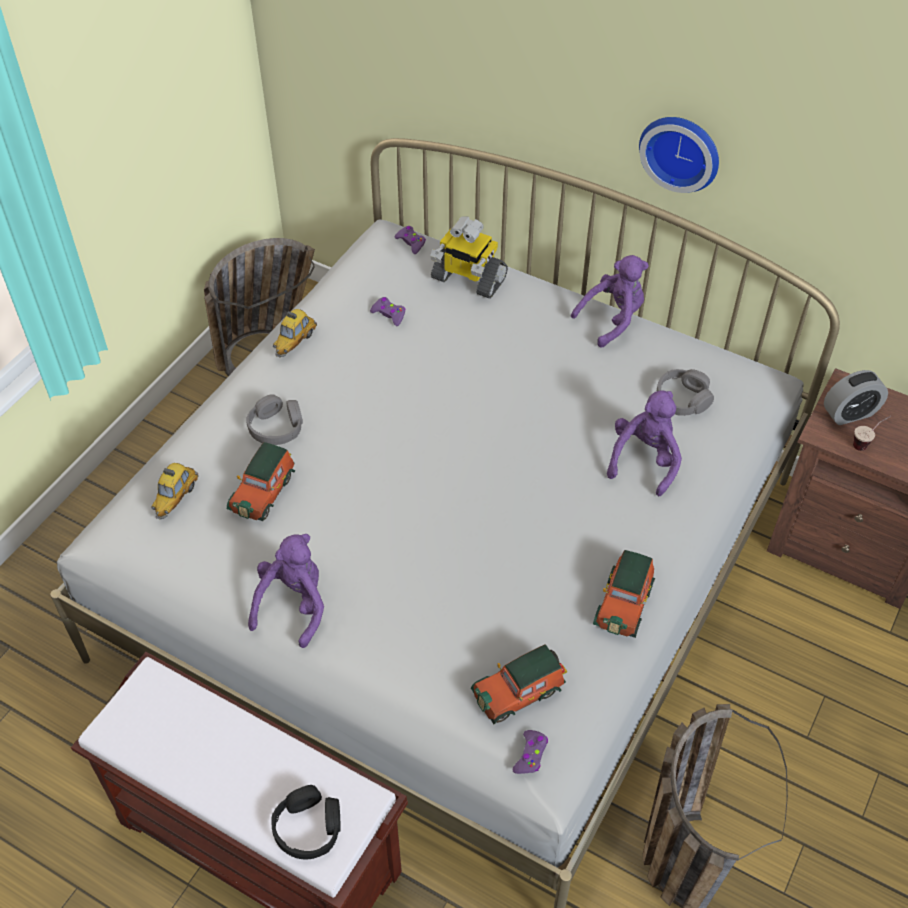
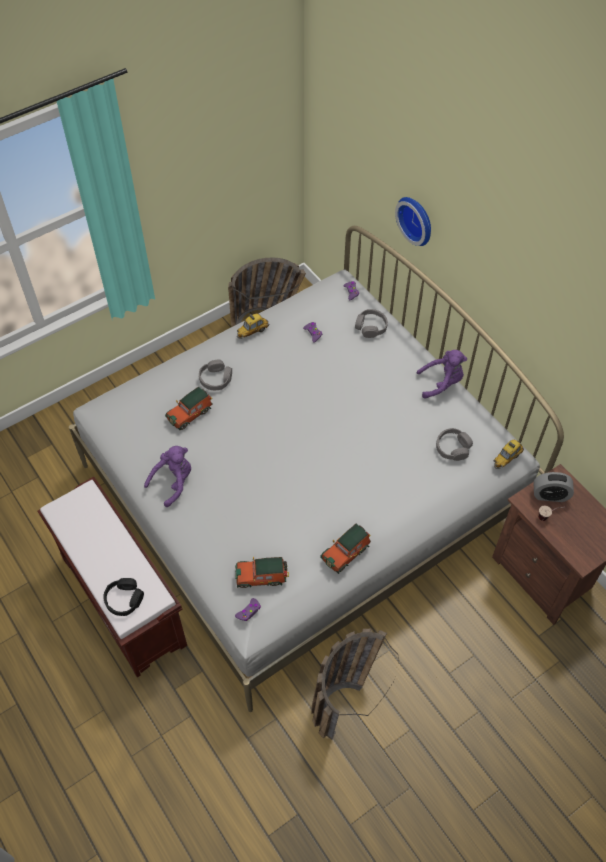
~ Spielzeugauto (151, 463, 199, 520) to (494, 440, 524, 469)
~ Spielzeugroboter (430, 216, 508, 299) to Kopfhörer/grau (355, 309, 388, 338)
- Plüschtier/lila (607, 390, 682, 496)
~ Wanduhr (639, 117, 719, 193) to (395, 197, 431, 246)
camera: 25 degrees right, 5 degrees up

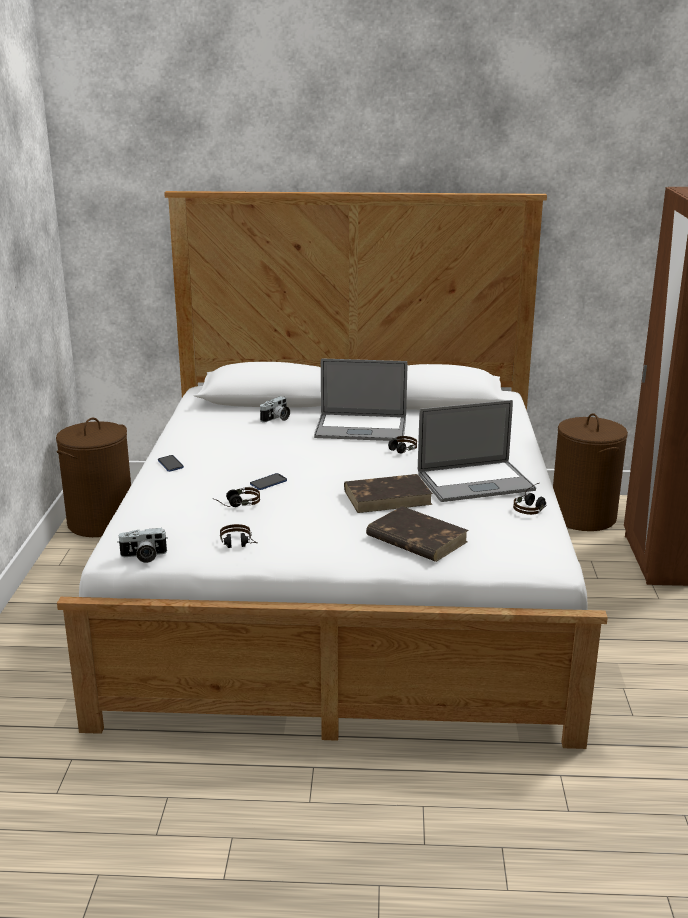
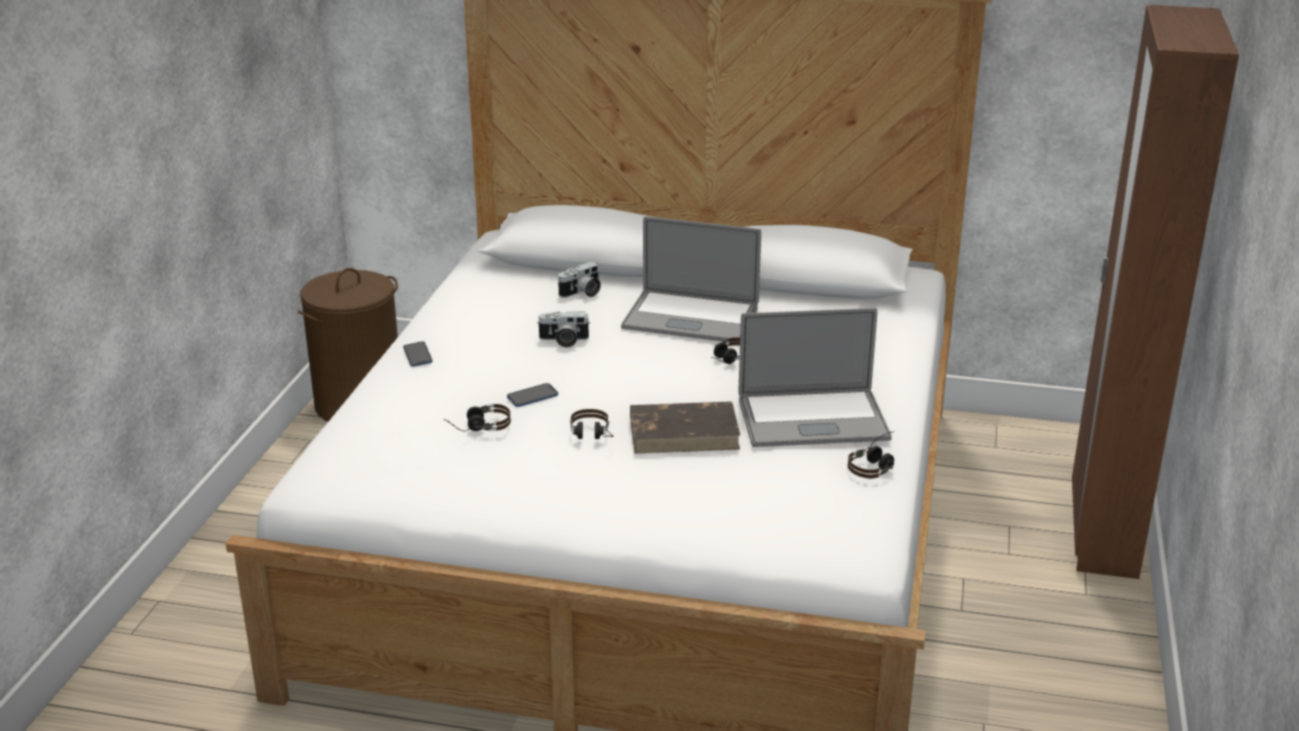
~ Kamera (117, 528, 168, 563) to (537, 311, 590, 348)
~ Kopfhörer (220, 524, 257, 548) to (570, 409, 614, 439)
- Buch/braun (366, 506, 469, 562)
- Wäschekorb/braun (553, 413, 628, 531)
camera: 10 degrees right, 5 degrees up

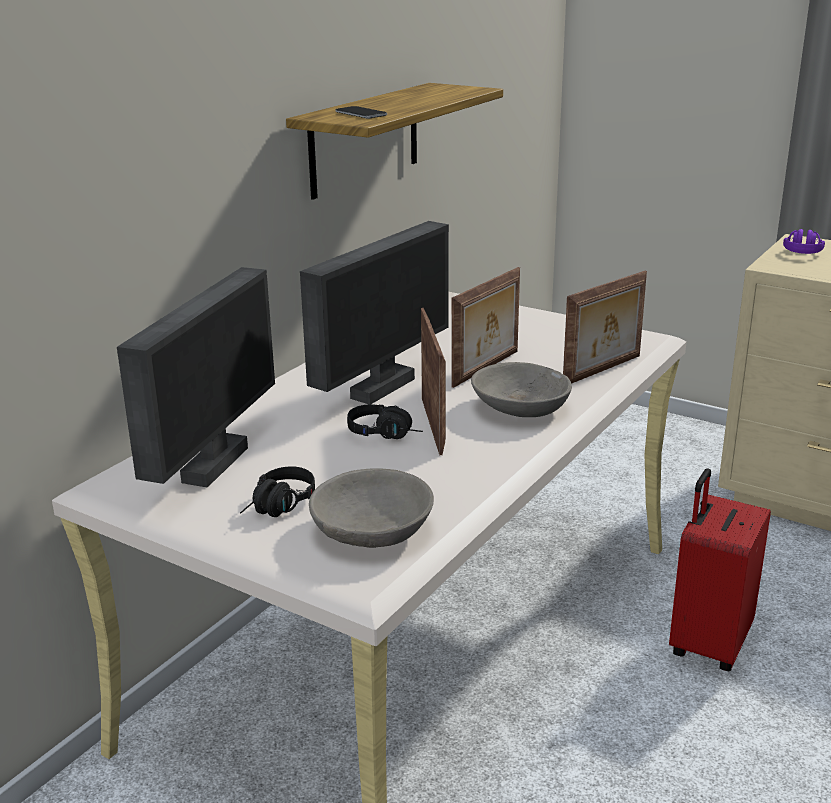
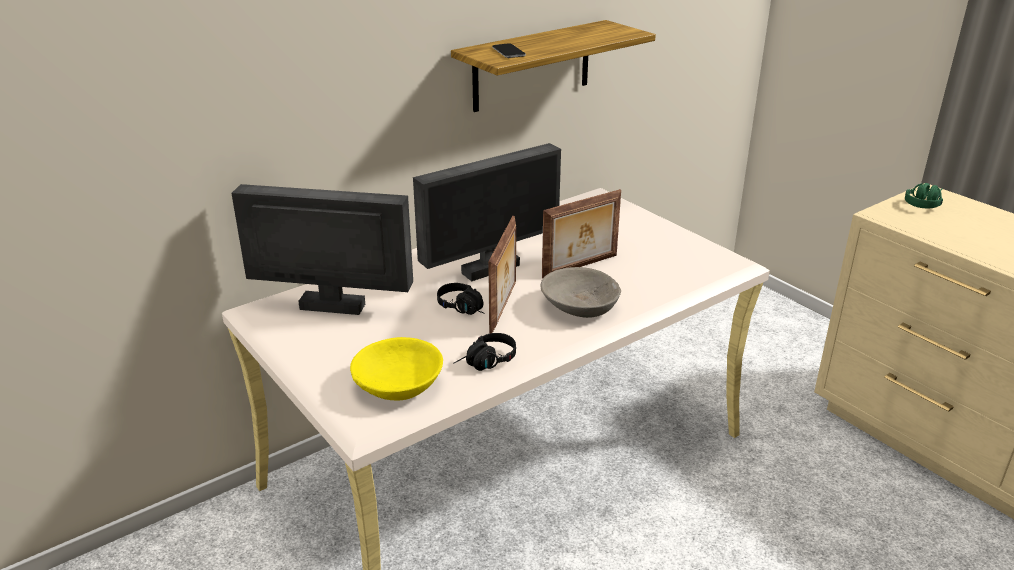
~ Monitor (117, 267, 275, 488) = (231, 184, 413, 315) 120 degrees counterclockwise
~ Kopfhörer/schwarz (240, 466, 315, 517) to (453, 333, 516, 371)
~ Schüssel/grau (309, 468, 434, 548) to Schüssel/gelb (350, 337, 443, 400)
- Bilderrahmen (563, 271, 647, 384)
- Koffer/rot (669, 469, 771, 671)
~ Kopfhörer/lila (783, 229, 825, 254) to Kopfhörer/grün (905, 183, 943, 208)
camera: 20 degrees right, 5 degrees up

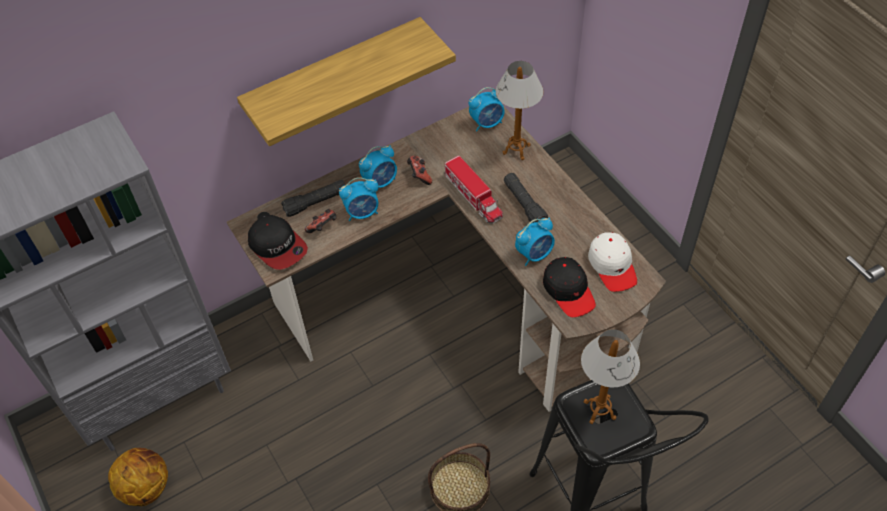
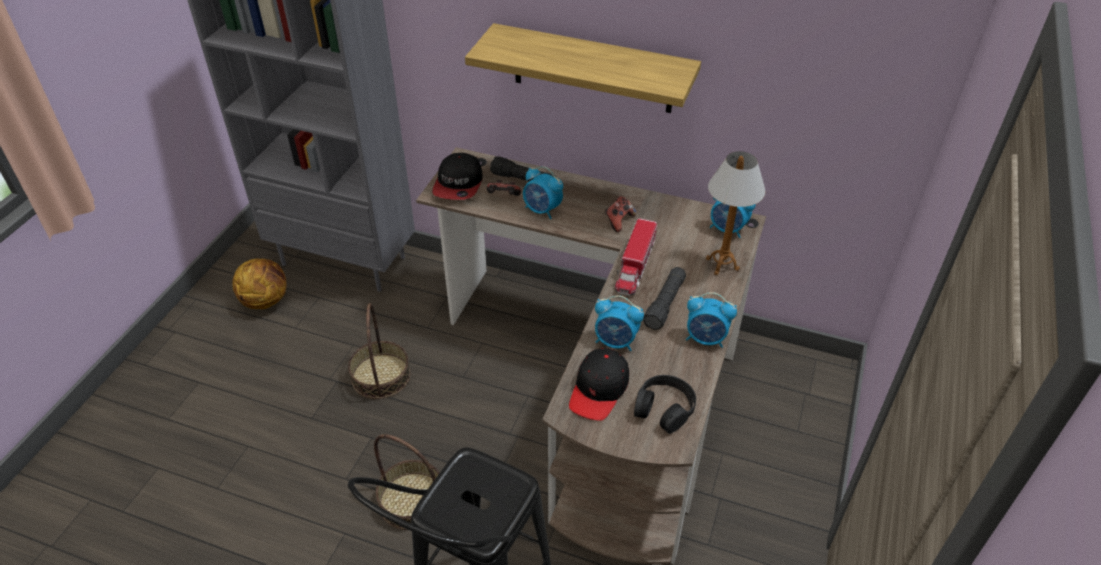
~ Wecker (359, 145, 397, 188) to (686, 292, 737, 348)
- Tischlampe (581, 329, 640, 424)
~ Kappe/weiß (588, 232, 637, 292) to Kopfhörer/schwarz (634, 375, 696, 434)
+ Korb (348, 303, 410, 399)
camera: 50 degrees right, 10 degrees down

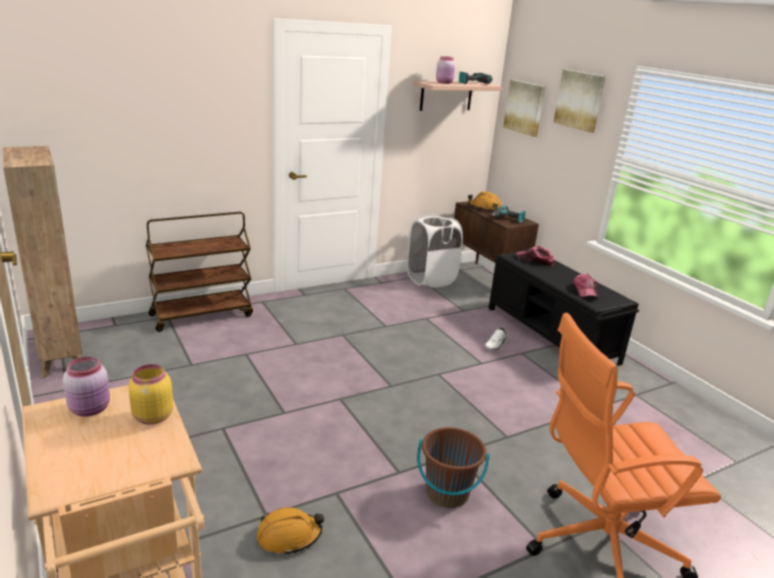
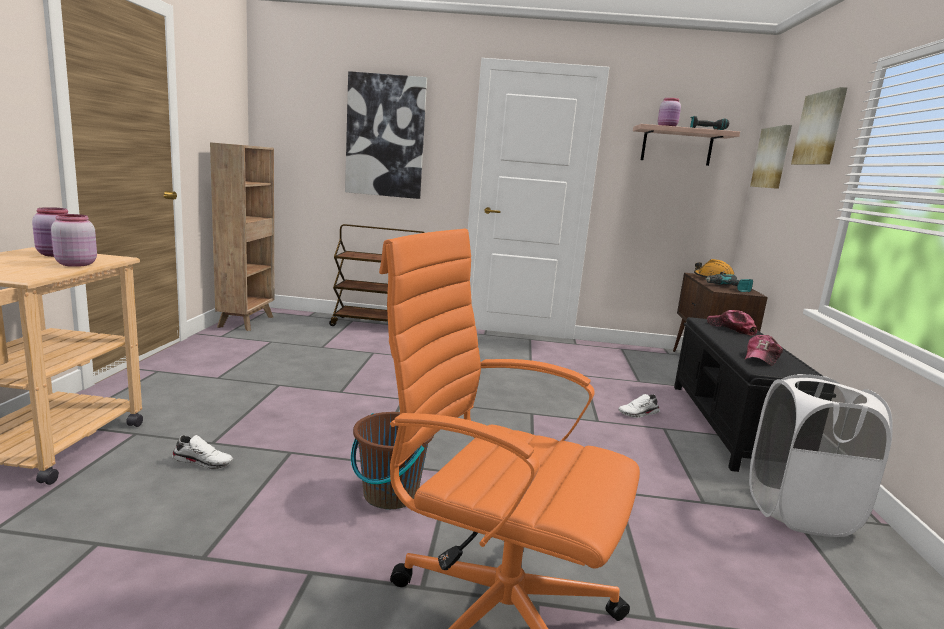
~ Vorratsglas/gelb (128, 364, 173, 425) to Vorratsglas/rosa (51, 214, 97, 267)
~ Schutzhelm/orange (257, 507, 324, 556) to Schuh/weiß (172, 435, 233, 469)
~ Wäschekorb/weiß (407, 214, 463, 288) to (749, 374, 893, 537)
+ Bild (345, 71, 427, 199)
camera: 35 degrees right, 10 degrees down

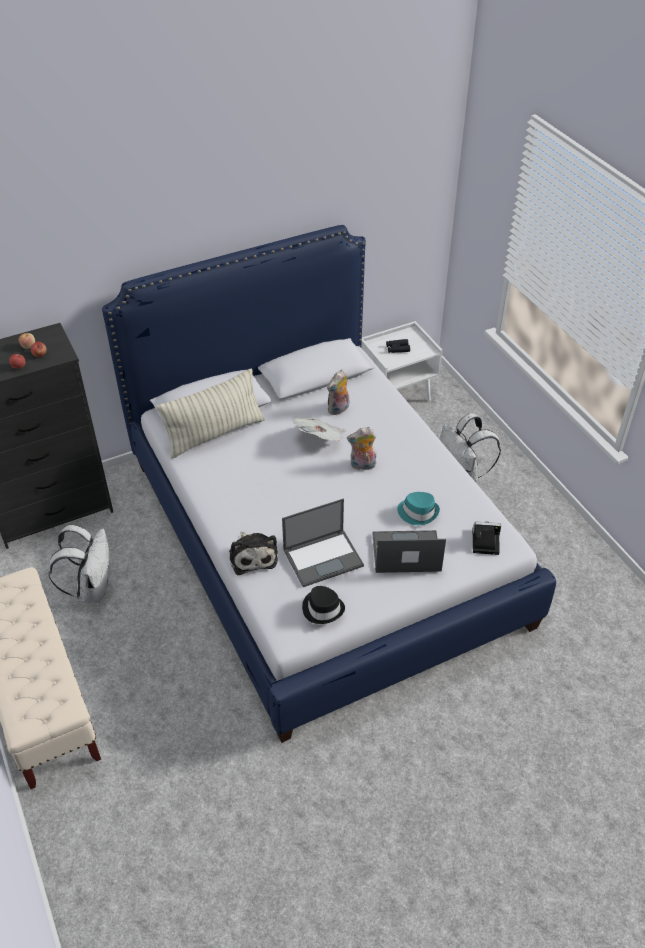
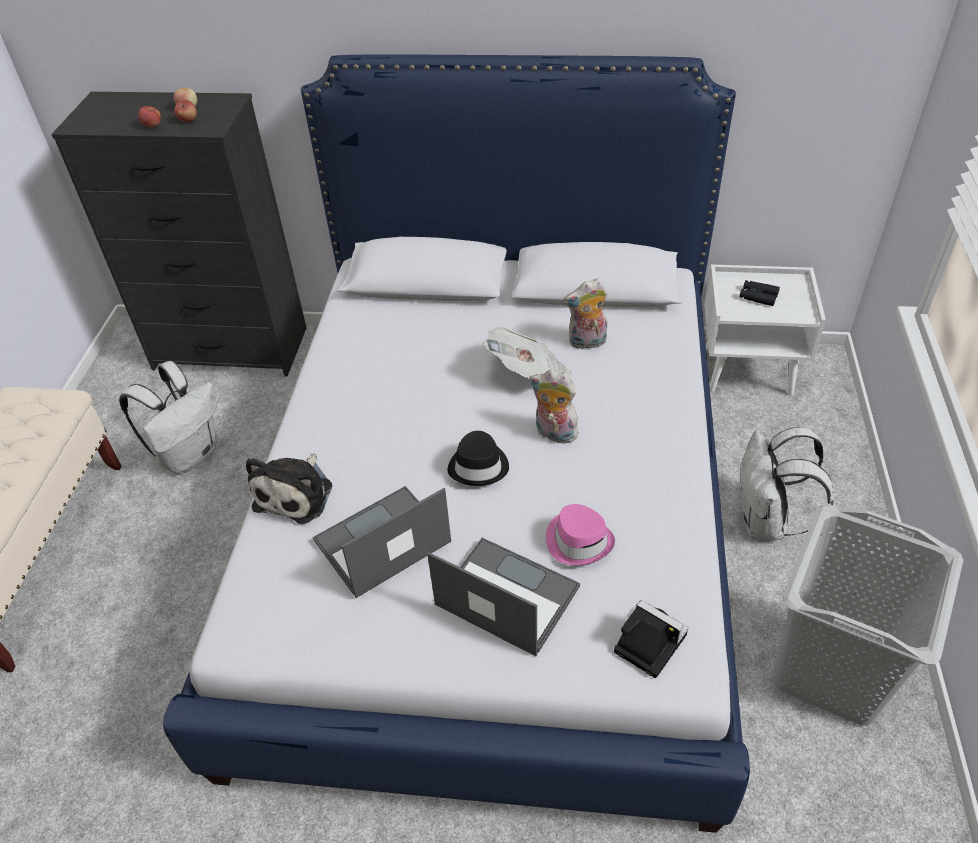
- Kissen (157, 368, 265, 459)
~ Laptop (282, 499, 364, 587) = (313, 486, 451, 598) 135 degrees clockwise
~ Hut/schwarz (302, 586, 345, 624) to (448, 431, 509, 486)
~ Hut/türkis (397, 492, 440, 525) to Hut/rosa (546, 504, 615, 566)
+ Wäschekorb/grau (772, 504, 963, 726)
camera: 35 degrees right, 0 degrees up

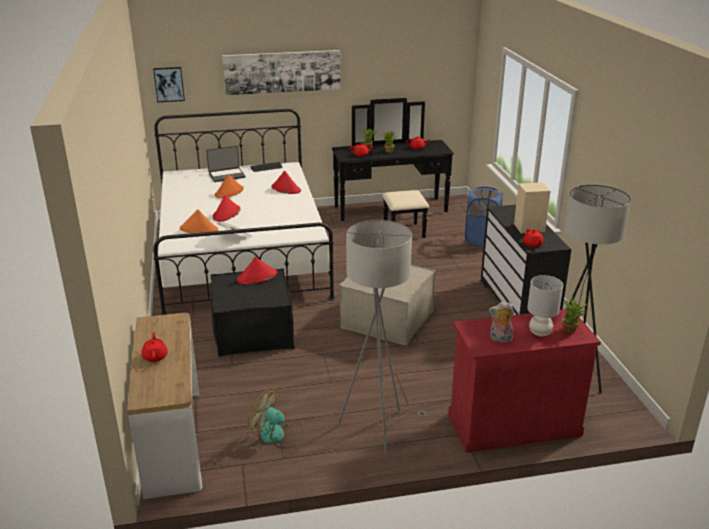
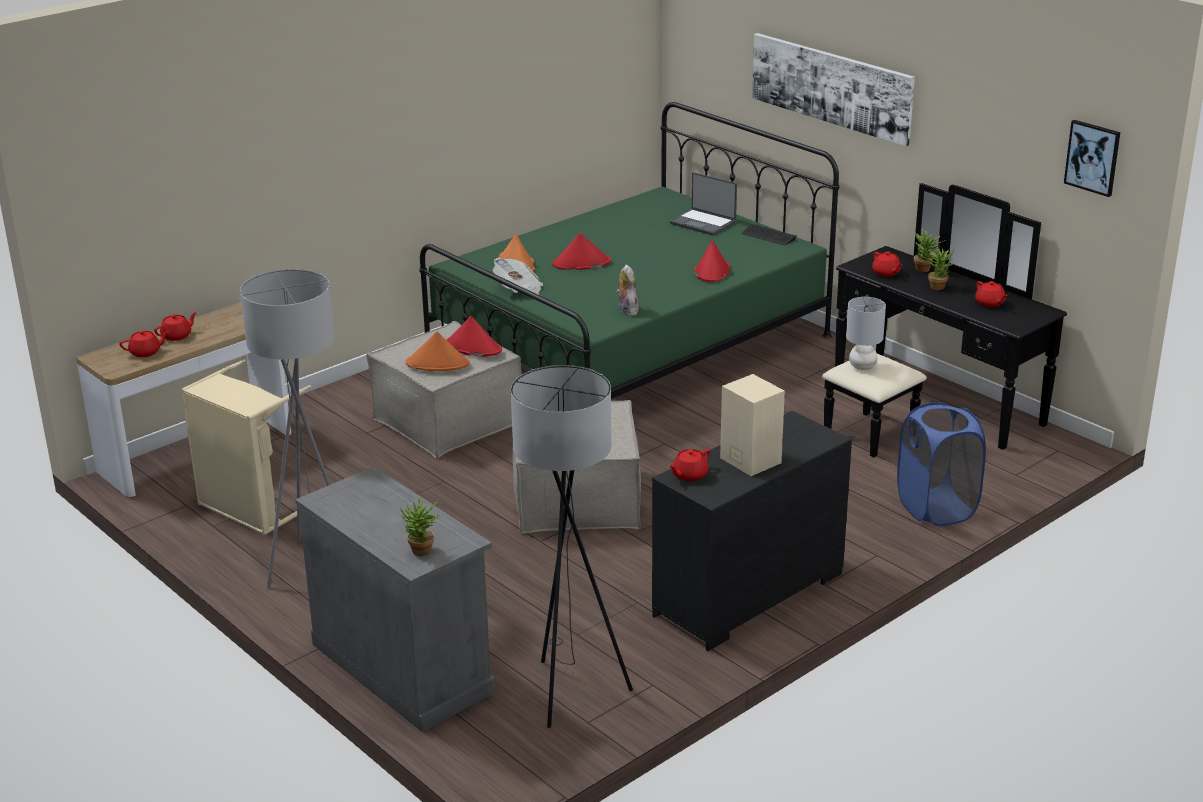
~ Bild (153, 67, 185, 102) to (1064, 120, 1120, 197)
~ Bett/weiß (153, 109, 336, 315) to Bett/grün (419, 102, 839, 399)
~ Polsterhocker/schwarz (211, 269, 295, 357) to Polsterhocker/beige (366, 321, 522, 458)
~ Hut/orange (215, 174, 244, 198) to (406, 331, 470, 371)
~ Ventilator (248, 390, 303, 449) to Wäschekorb/beige (181, 359, 311, 535)
~ Schrank/rot (448, 309, 601, 453) to Schrank/grau (295, 467, 495, 732)
~ Plüschtier (489, 302, 514, 343) to (616, 264, 639, 316)
~ Tischlampe/grau (527, 275, 563, 336) to (846, 297, 886, 370)
+ Teekanne/rot (119, 330, 169, 357)
camera: 60 degrees right, 0 degrees up

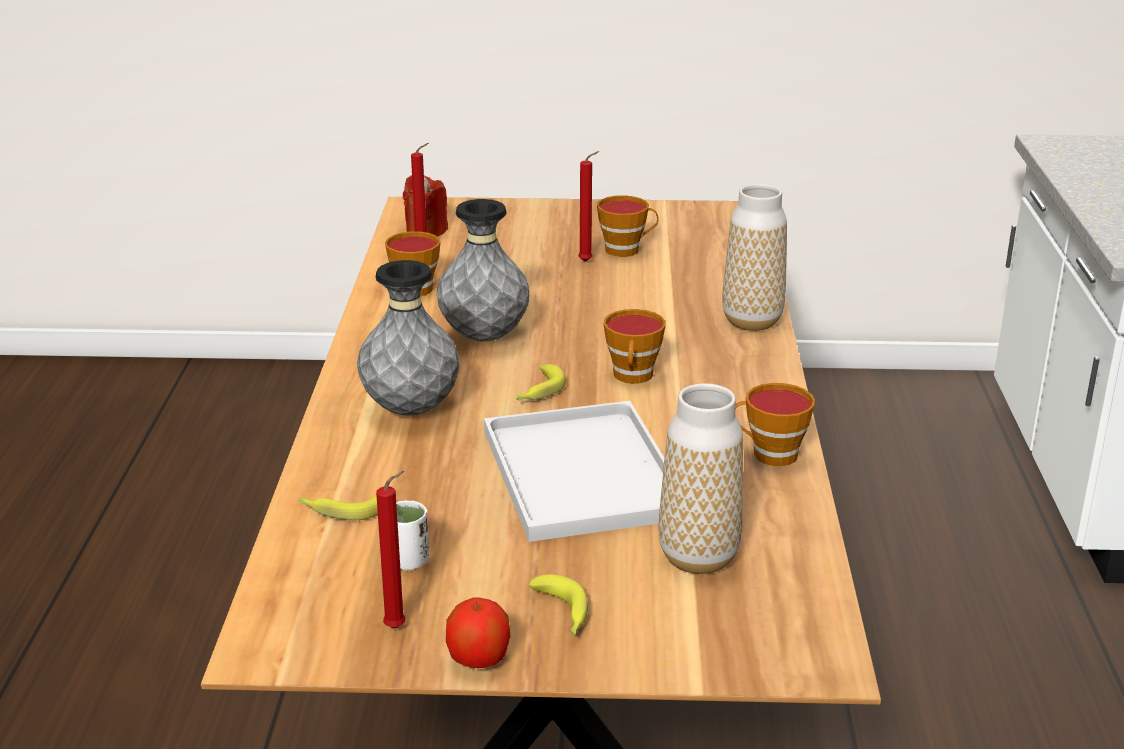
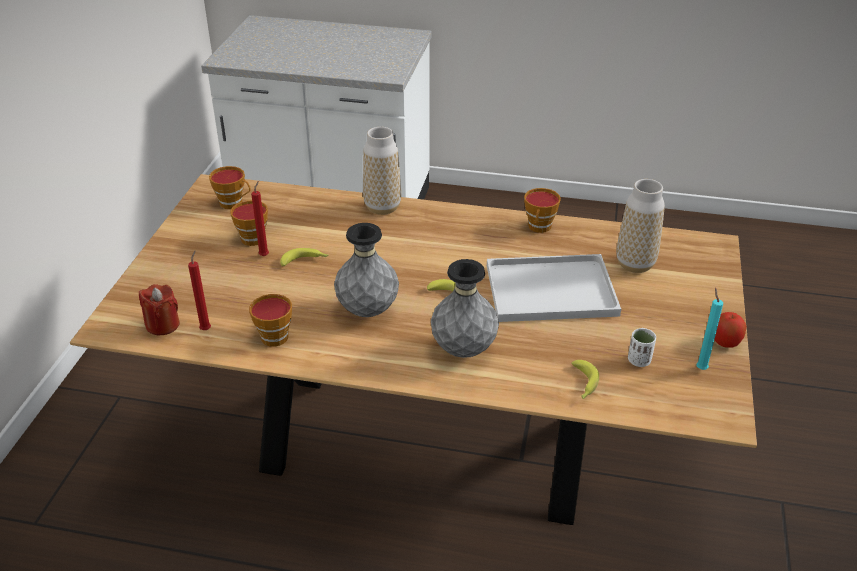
~ Kerze/rot (376, 471, 406, 628) to Kerze/türkis (696, 288, 723, 370)
~ Banane (528, 574, 588, 635) to (280, 248, 328, 266)
~ Tasse (604, 309, 666, 384) to (209, 166, 251, 209)
camera: 80 degrees left, 10 degrees up

